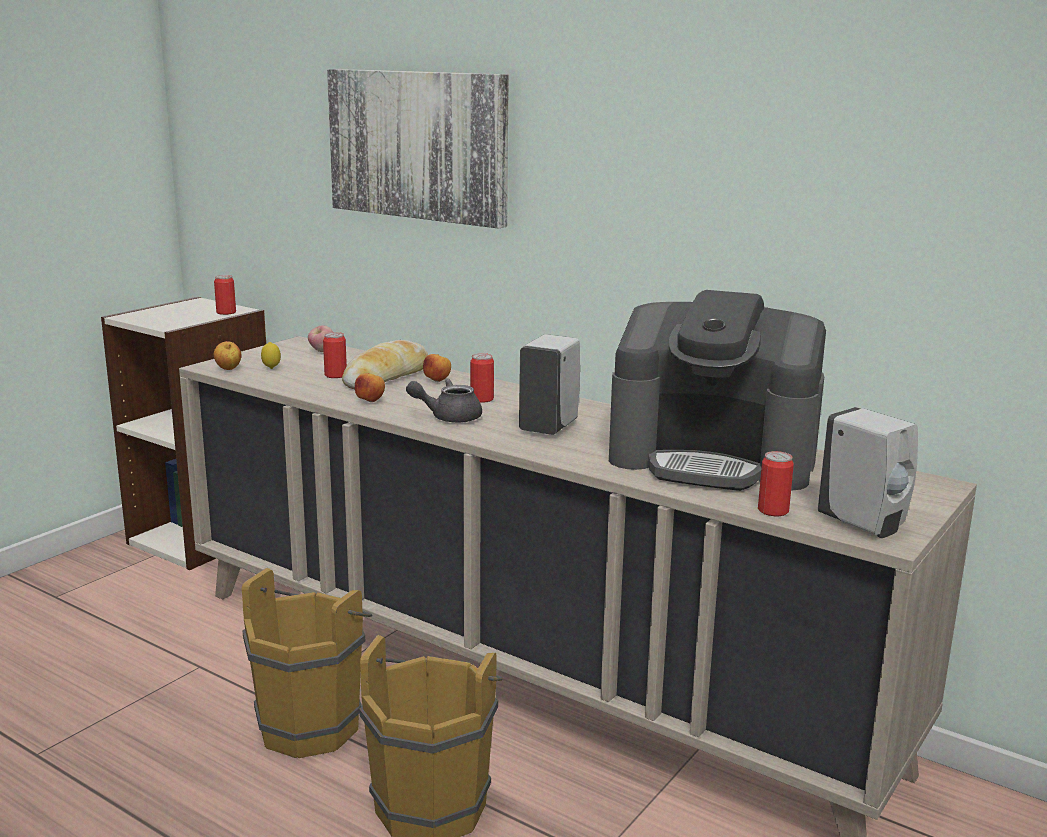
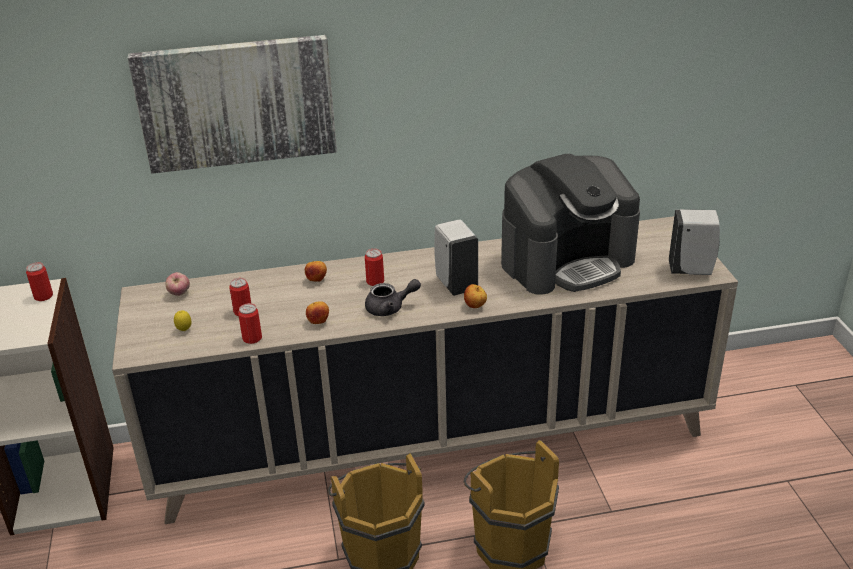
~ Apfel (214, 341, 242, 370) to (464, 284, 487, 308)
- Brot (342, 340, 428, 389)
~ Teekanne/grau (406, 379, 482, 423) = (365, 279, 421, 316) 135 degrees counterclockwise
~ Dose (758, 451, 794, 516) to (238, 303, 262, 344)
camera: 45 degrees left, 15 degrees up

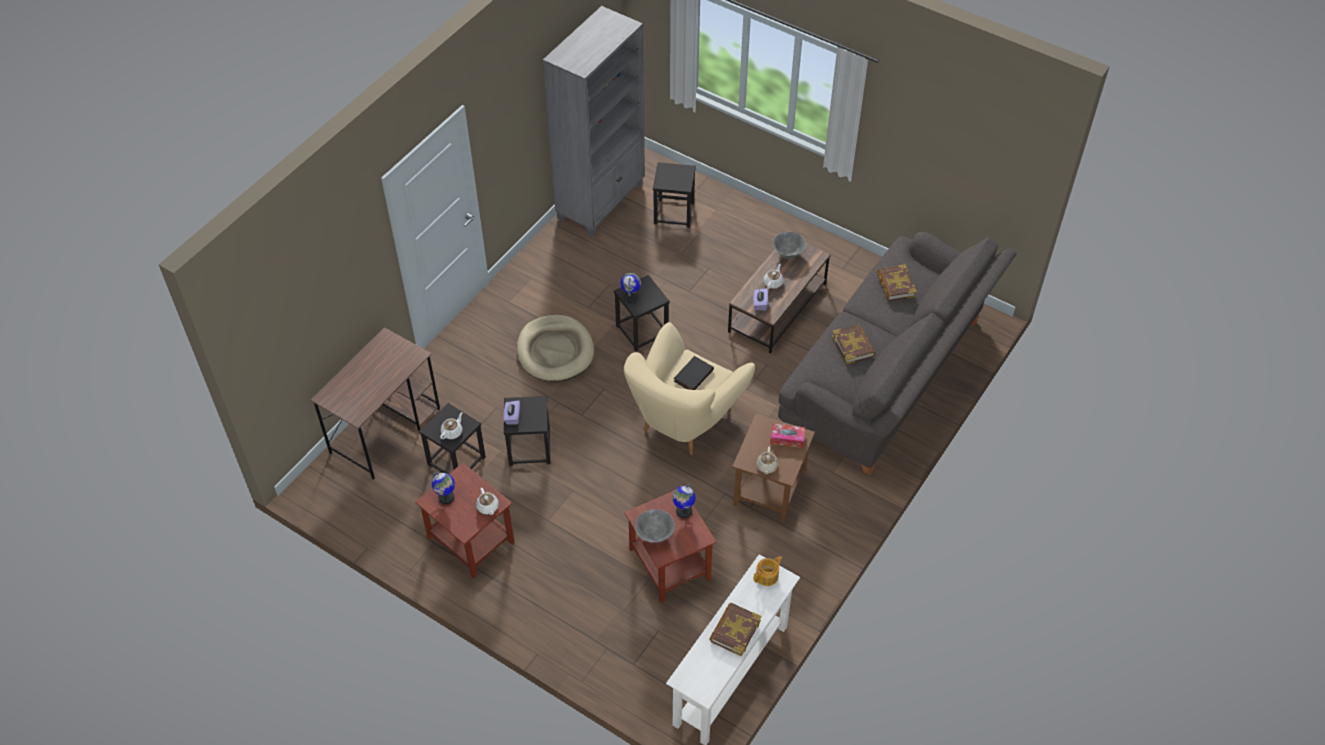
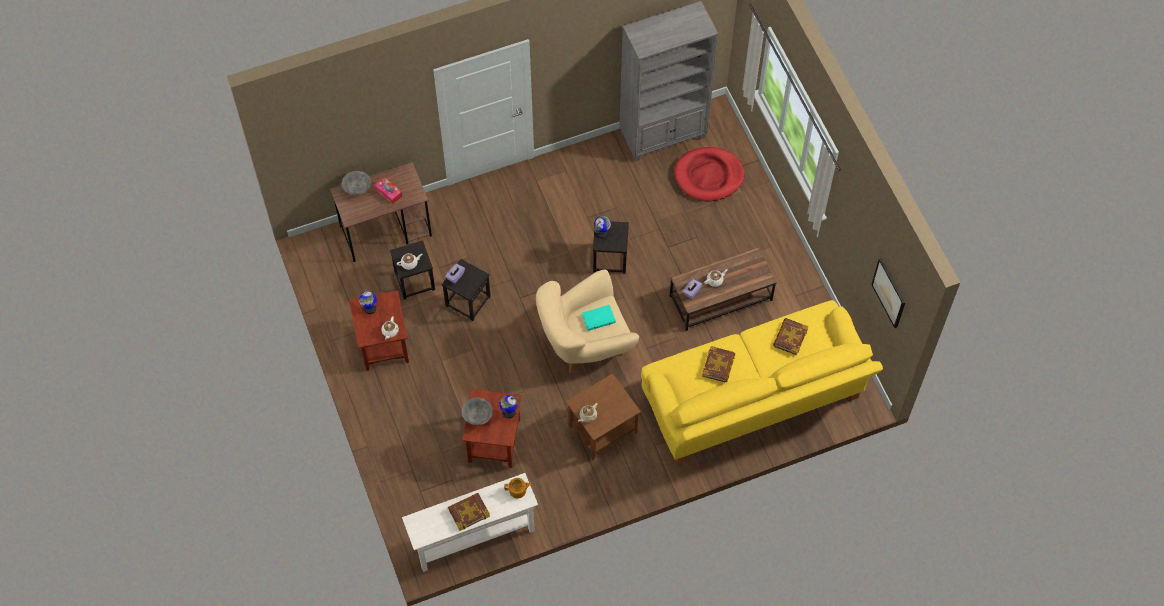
- Hundebett/beige (517, 315, 594, 381)
~ Hocker/schwarz (653, 162, 696, 228) to Hundebett/rot (674, 147, 744, 201)
~ Buch/schwarz (674, 356, 714, 390) to Buch/türkis (582, 305, 616, 331)
~ Taschentuchbox (770, 423, 805, 448) to (375, 177, 402, 204)
~ Schüssel/grau (773, 232, 806, 259) to (342, 171, 371, 195)
~ Sofa/grau (778, 232, 1017, 475) to Sofa/gelb (641, 300, 883, 464)
+ Bild (871, 258, 906, 328)
camera: 35 degrees right, 10 degrees up

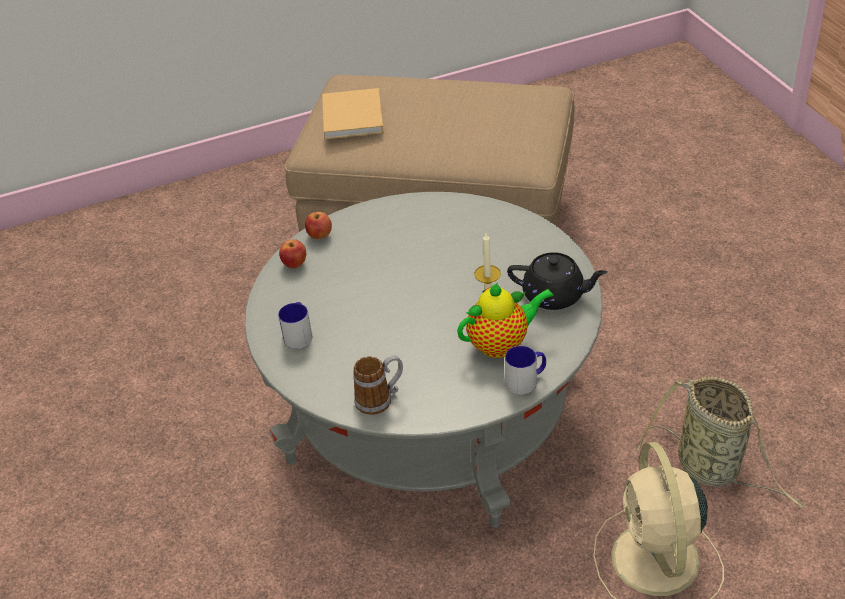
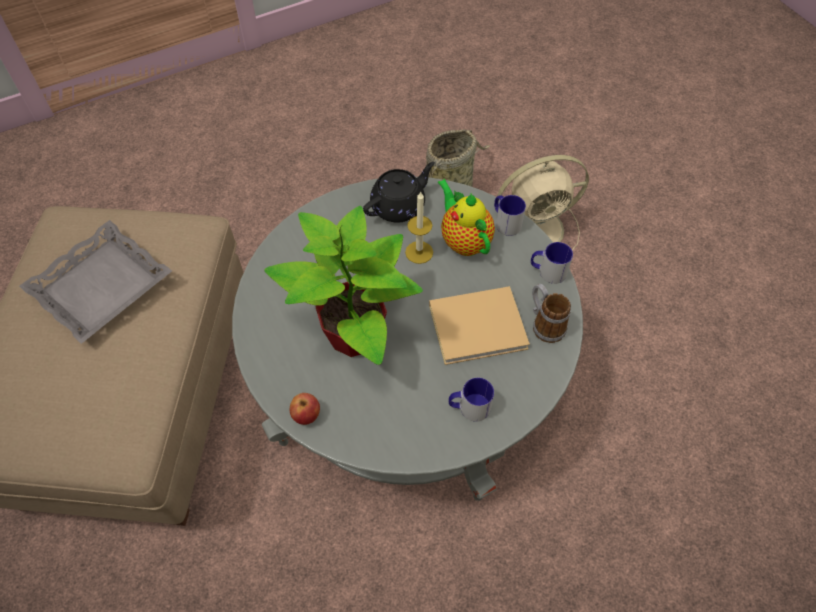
- Apfel (279, 239, 306, 268)
~ Buch/beige (322, 88, 384, 139) to (429, 286, 530, 365)
~ Teekanne/schwarz (507, 252, 608, 310) = (363, 162, 435, 223) 45 degrees clockwise
+ Tablett/grau (19, 220, 172, 344)
+ Topfpflanze (264, 206, 423, 365)
+ Henkelbecher (531, 242, 573, 284)
camera: 100 degrees left, 15 degrees up

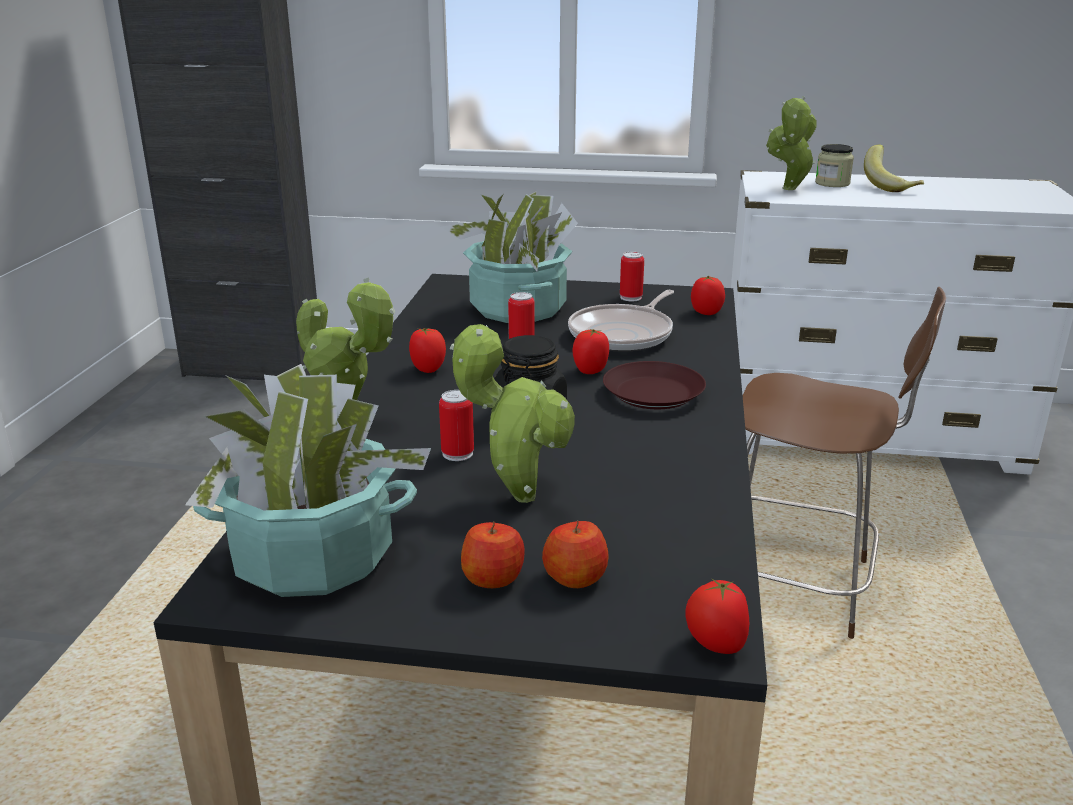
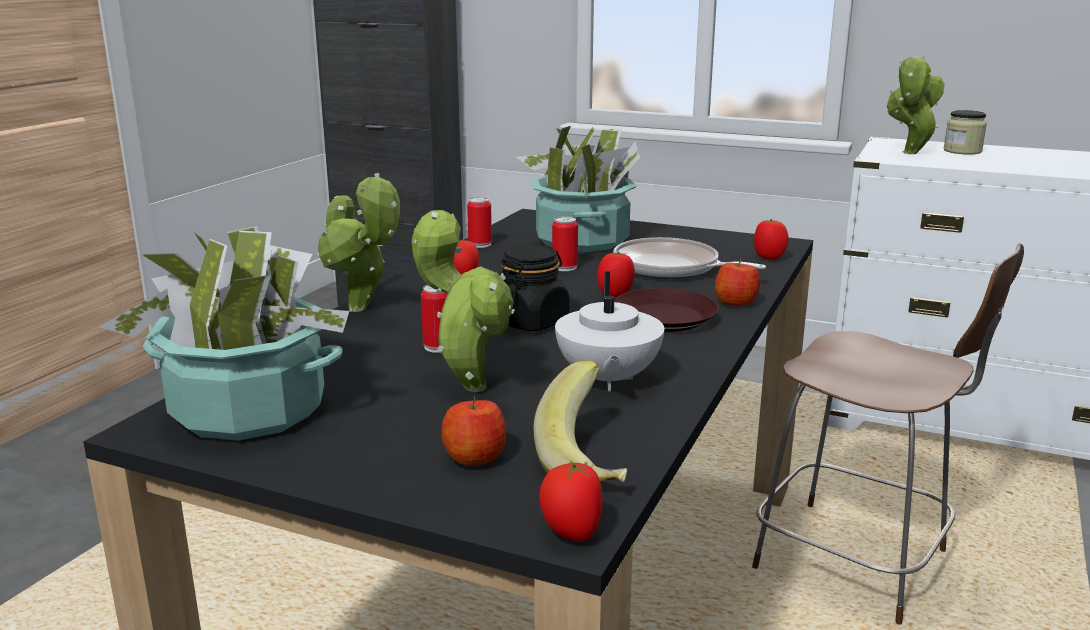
~ Apfel (461, 521, 524, 588) to (715, 258, 760, 306)
~ Pfanne (568, 290, 674, 352) = (613, 237, 766, 279) 75 degrees clockwise
~ Dose (620, 252, 644, 301) to (467, 197, 492, 248)
~ Banane (864, 144, 924, 192) to (533, 360, 627, 482)
+ Teekanne/weiß (555, 271, 664, 391)
camera: 15 degrees right, 5 degrees down

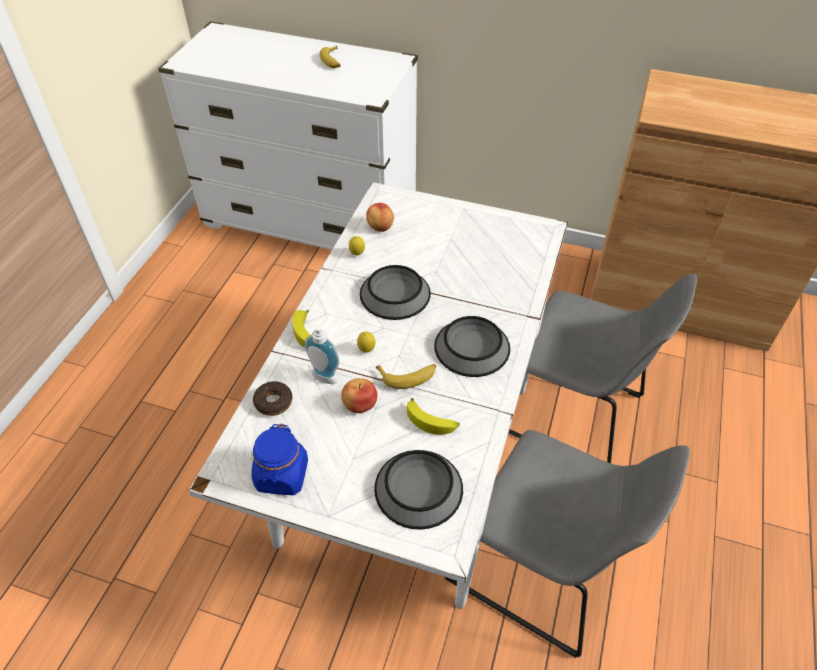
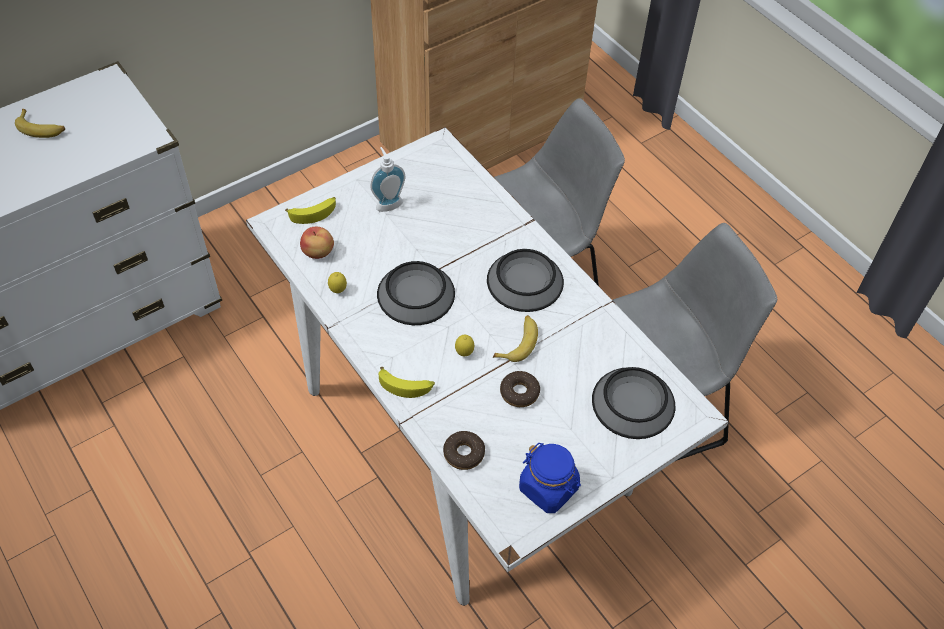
~ Seifenspender (305, 317, 339, 384) to (370, 147, 405, 212)
~ Apfel (341, 378, 377, 413) to Donut (500, 371, 540, 407)
~ Banane (407, 398, 460, 435) to (285, 197, 336, 224)
camera: 55 degrees left, 5 degrees up

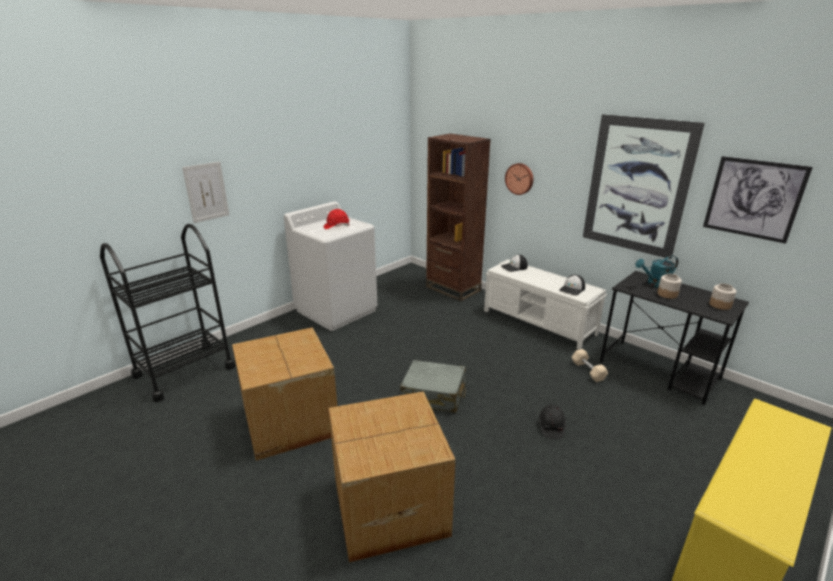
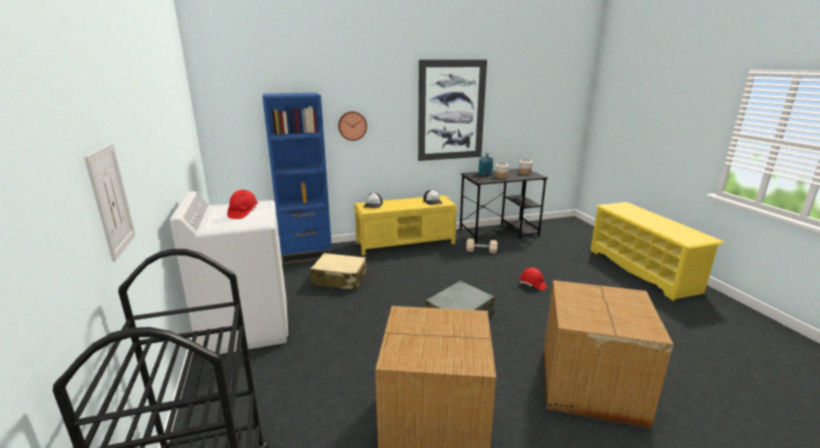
~ Bücherregal/braun (426, 134, 491, 301) to Bücherregal/blau (262, 93, 332, 265)
~ Bank/weiß (484, 259, 607, 350) to Bank/gelb (354, 195, 458, 255)
~ Schutzhelm/schwarz (539, 405, 566, 439) to Schutzhelm/rot (520, 268, 547, 290)
- Bild (703, 156, 813, 244)
+ Koffer/beige (310, 253, 366, 290)
camera: 60 degrees left, 5 degrees down

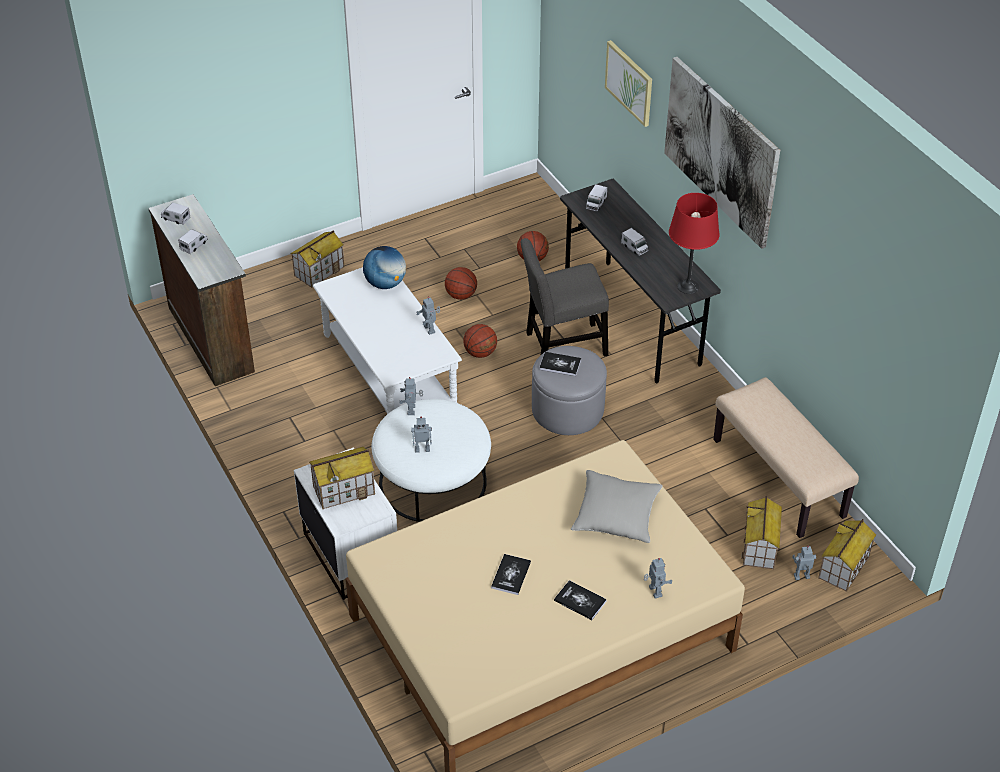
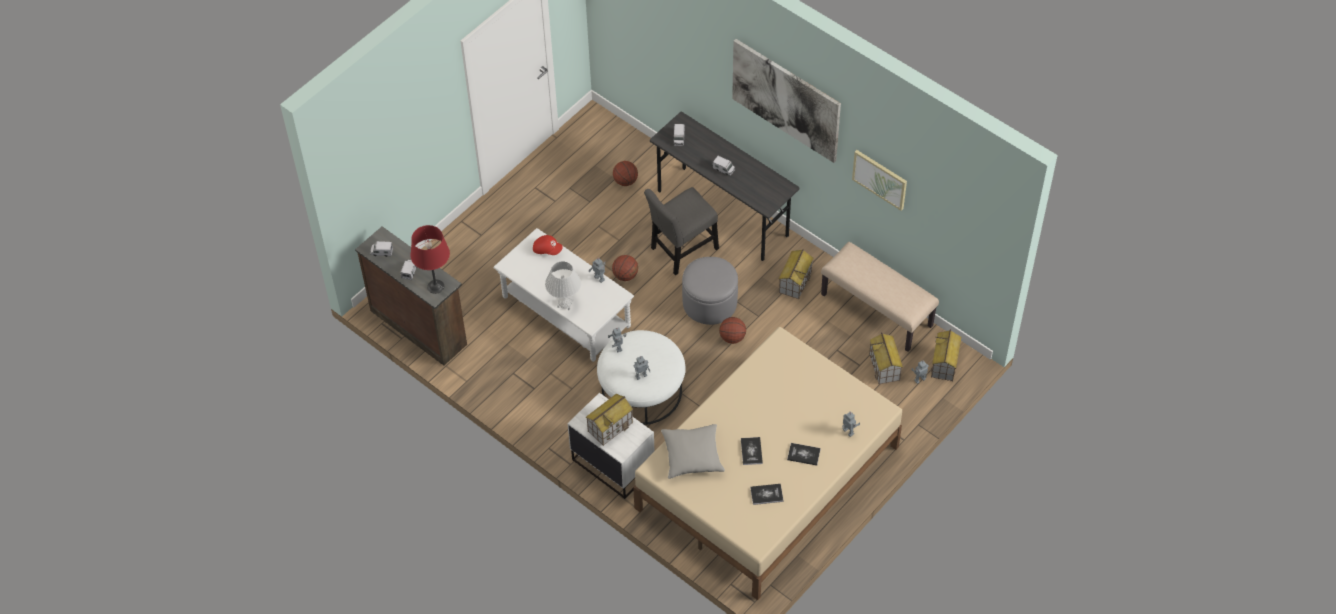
~ Spielzeughaus (290, 230, 344, 288) to (779, 249, 813, 299)
~ Globus (363, 246, 406, 289) to Kappe/rot (533, 235, 563, 255)
~ Basketball (445, 267, 477, 300) to (719, 317, 746, 344)
~ Buch (539, 352, 581, 376) to (750, 484, 784, 505)
~ Kissen/grau (571, 470, 663, 543) to (661, 424, 725, 479)
~ Bild (605, 40, 652, 127) to (852, 150, 907, 211)
~ Tischlampe/rot (669, 193, 720, 294) to (411, 225, 450, 294)
+ Tischlampe/weiß (545, 261, 581, 310)
camera: 20 degrees left, 10 degrees up

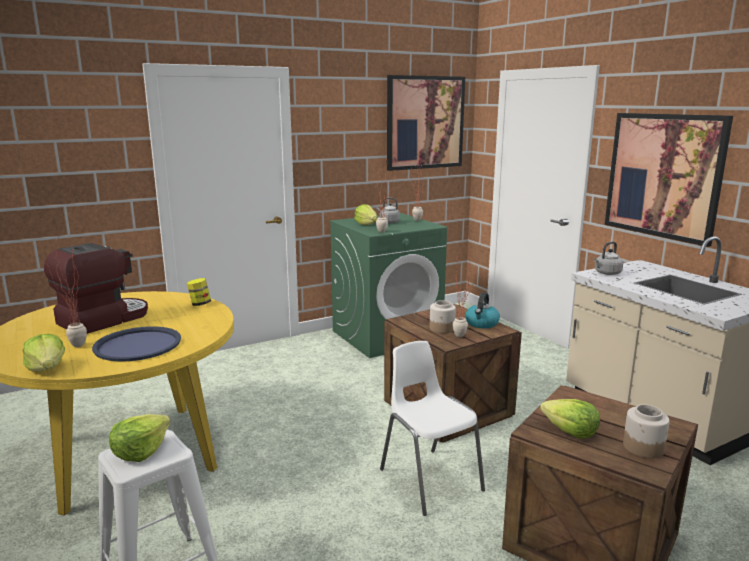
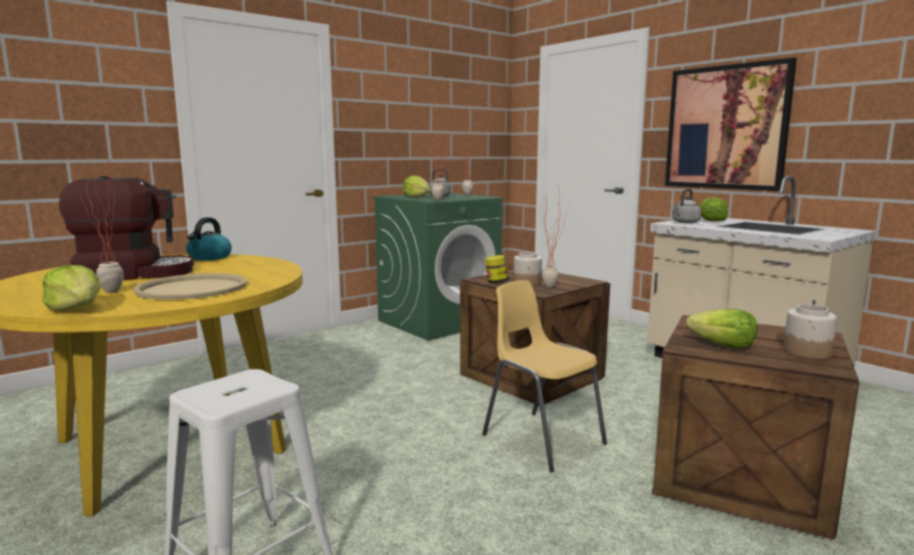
~ Kaffeemaschine (44, 243, 148, 334) = (59, 176, 194, 280) 45 degrees clockwise
~ Tablett/blau (92, 326, 181, 362) to Tablett/beige (133, 273, 247, 300)
~ Salatkopf (109, 414, 171, 462) to (700, 198, 728, 221)
~ Vorratsglas (187, 278, 211, 306) to (485, 255, 509, 283)
~ Stuhl/weiß (380, 341, 485, 516) to Stuhl/gelb (482, 280, 607, 473)
- Bild (387, 75, 465, 171)
~ Wasserkessel (465, 292, 500, 329) to (186, 217, 232, 260)
camera: 10 degrees left, 5 degrees down

